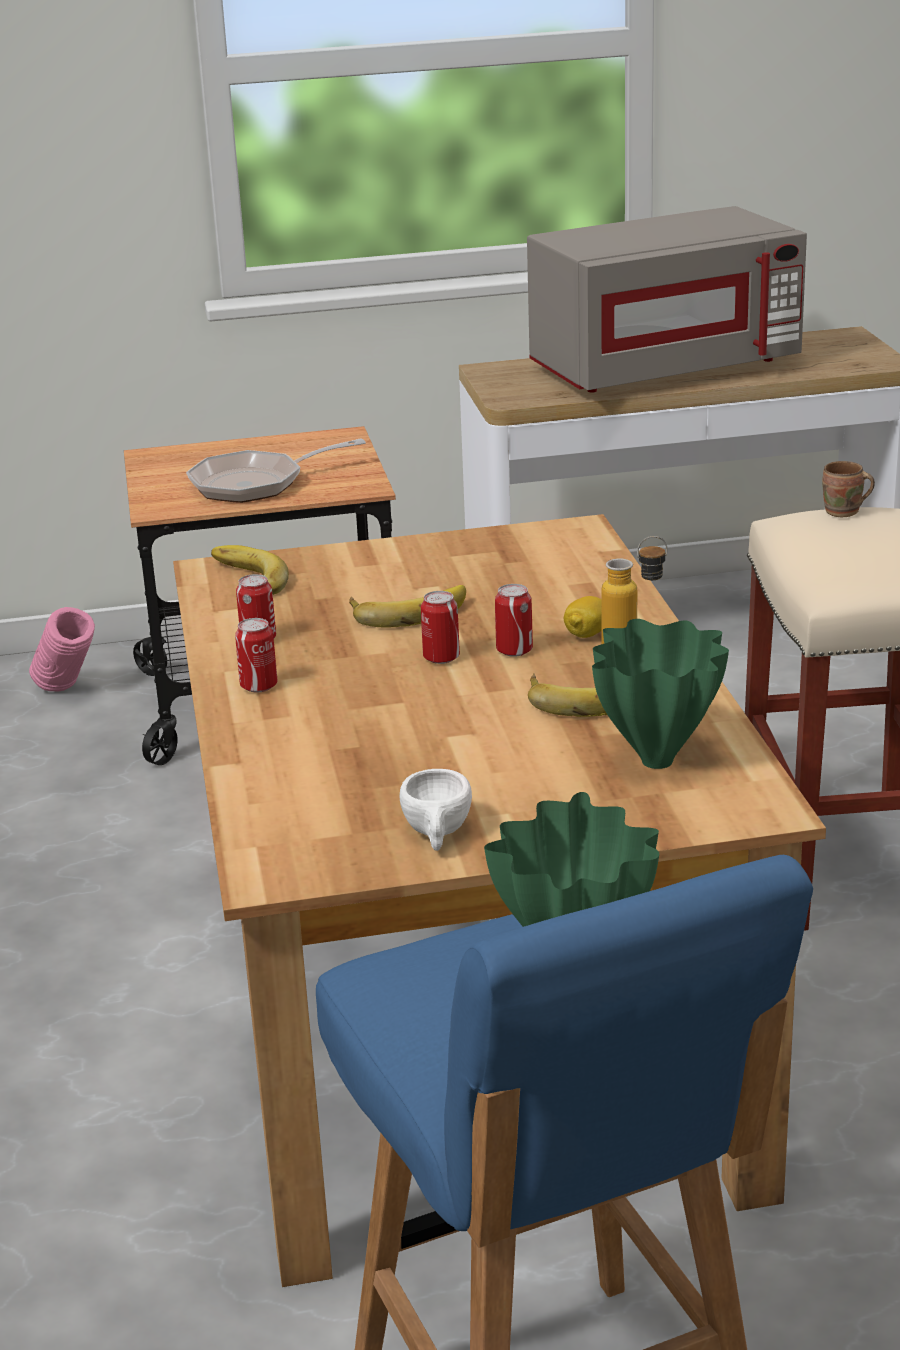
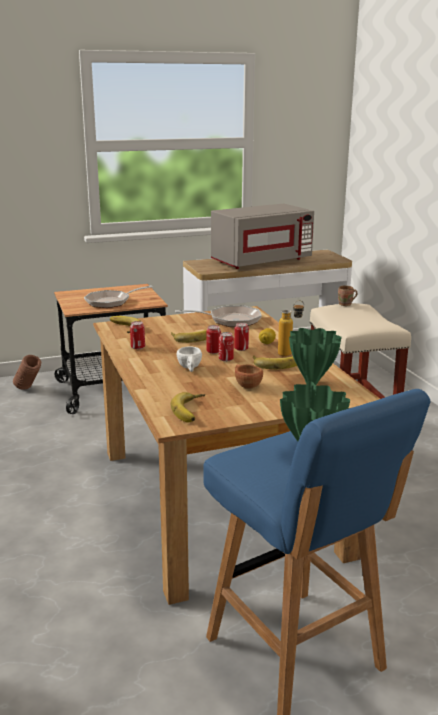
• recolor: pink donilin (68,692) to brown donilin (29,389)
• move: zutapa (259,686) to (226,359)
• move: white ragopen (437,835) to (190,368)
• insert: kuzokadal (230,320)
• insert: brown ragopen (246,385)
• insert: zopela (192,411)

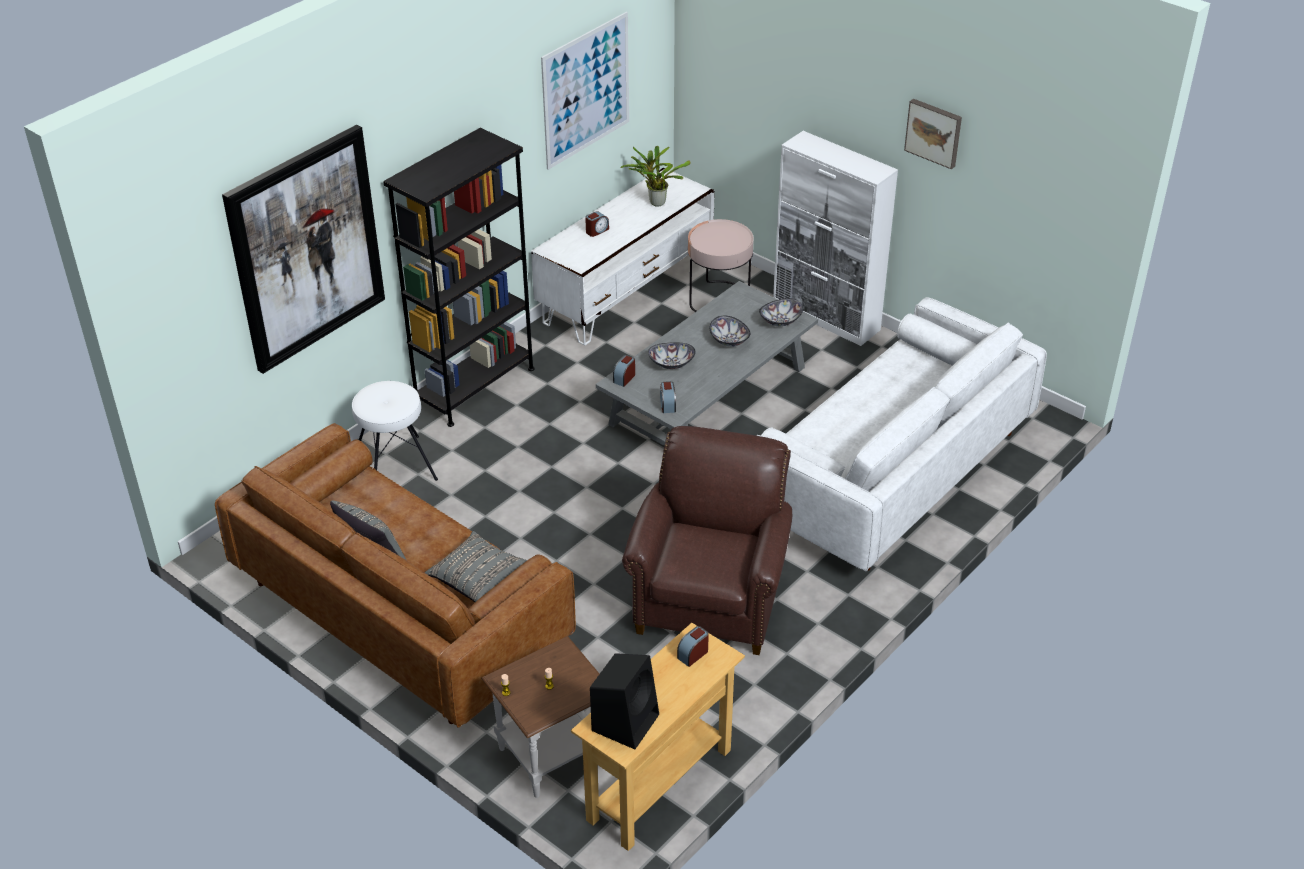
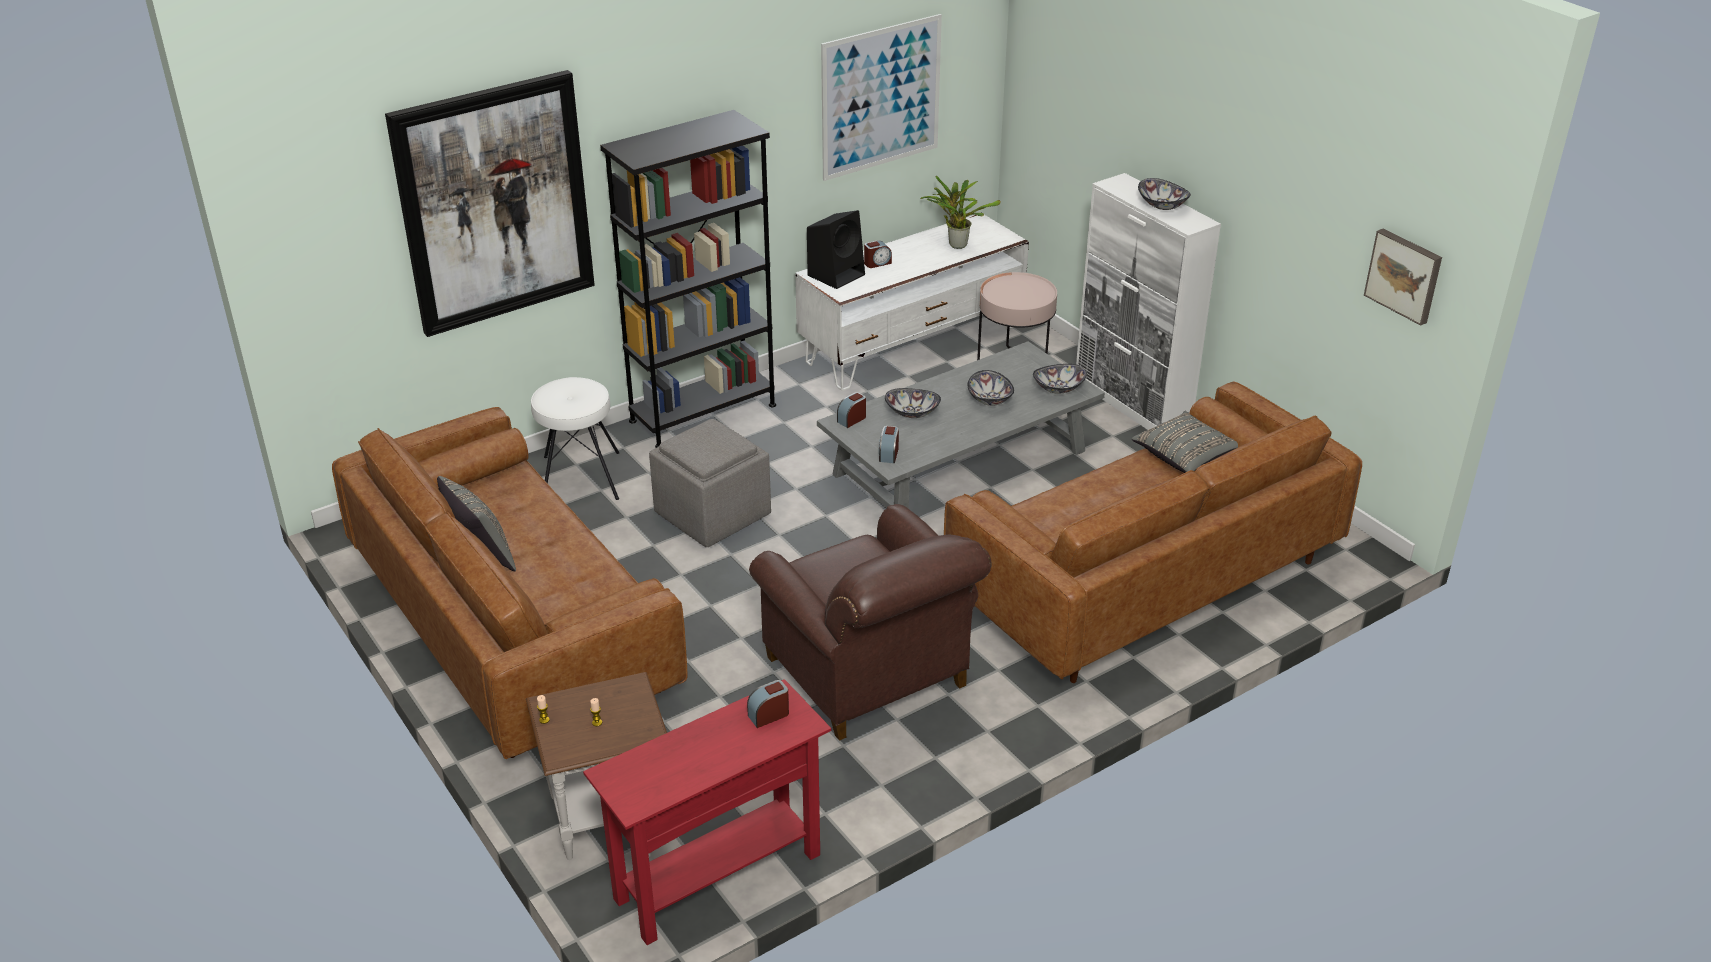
• move: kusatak (934,132) to (1404,275)
• recolor: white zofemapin (890,472) to brown zofemapin (1144,579)
• rotate: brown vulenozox (711,596) = (871,677) 120 degrees clockwise
• move: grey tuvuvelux (478,578) to (1185,456)
• recolor: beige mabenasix (659,785) to red mabenasix (718,876)
• move: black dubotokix (626,721) to (837,274)
• insert: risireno (1162,205)
• insert: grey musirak (713,514)

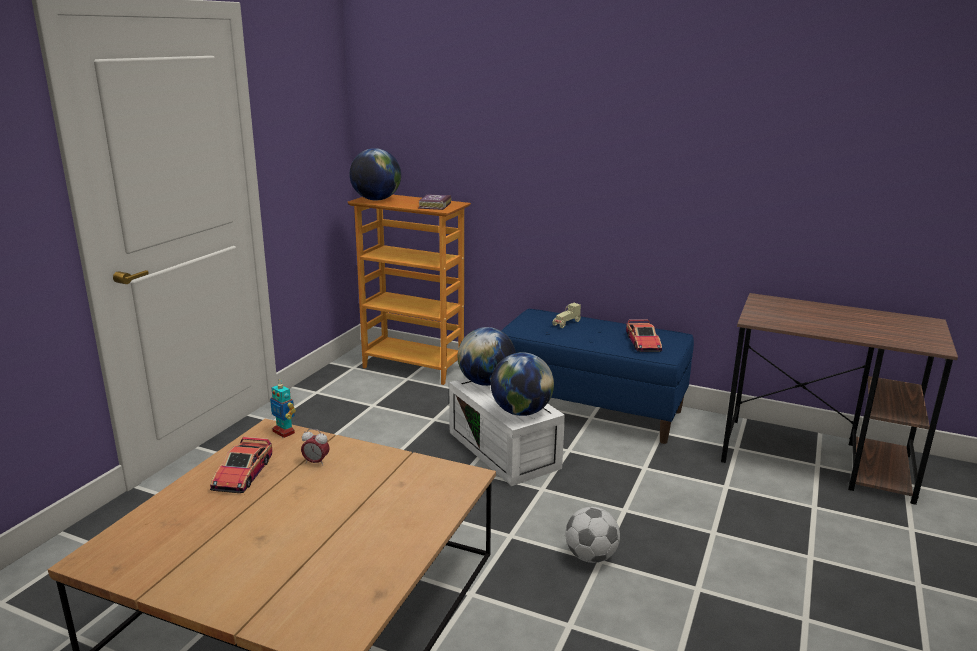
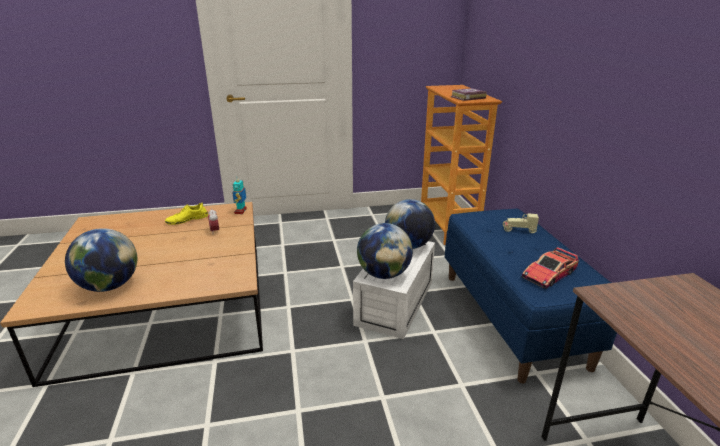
• move: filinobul (376,199) to (110,286)
• replace: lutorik (242,474) to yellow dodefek (187,219)
• delete: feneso (591,556)

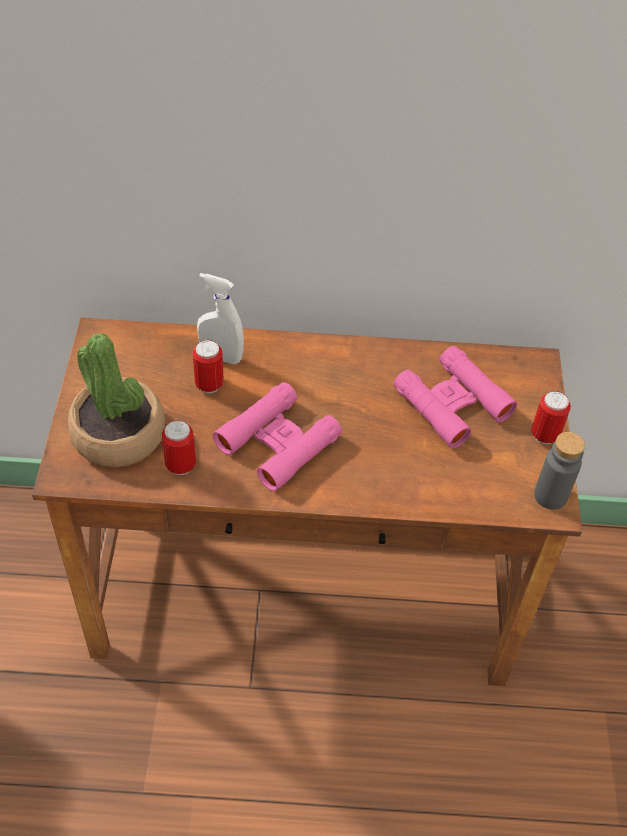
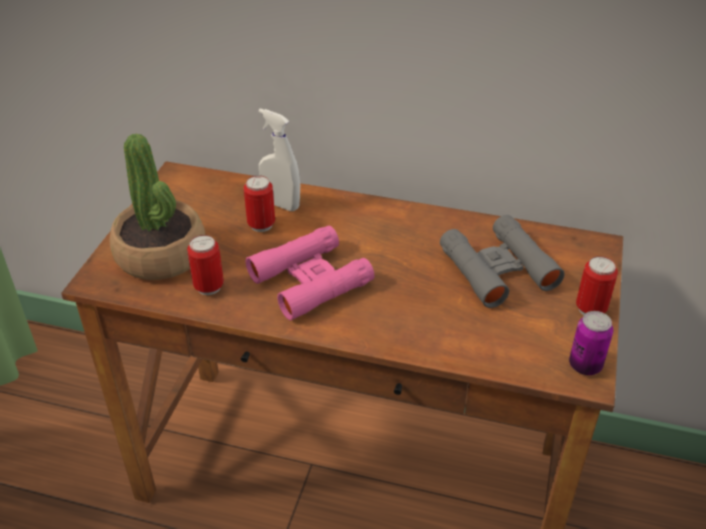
• recolor: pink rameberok (452,403) to grey rameberok (498,269)
• replace: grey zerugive (550,495) to zutapa (585,365)

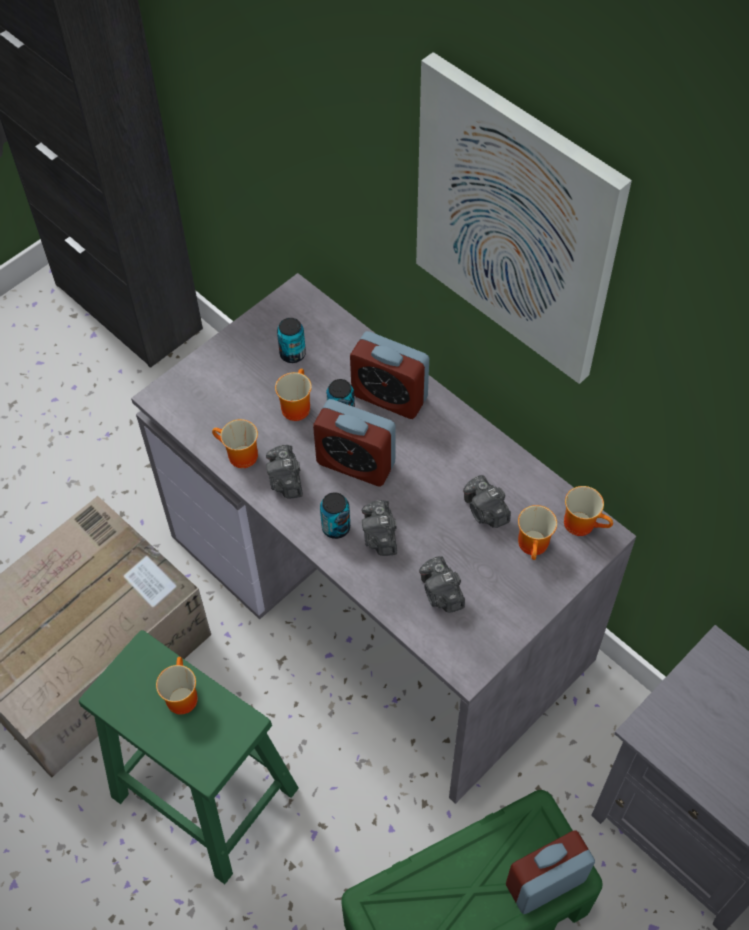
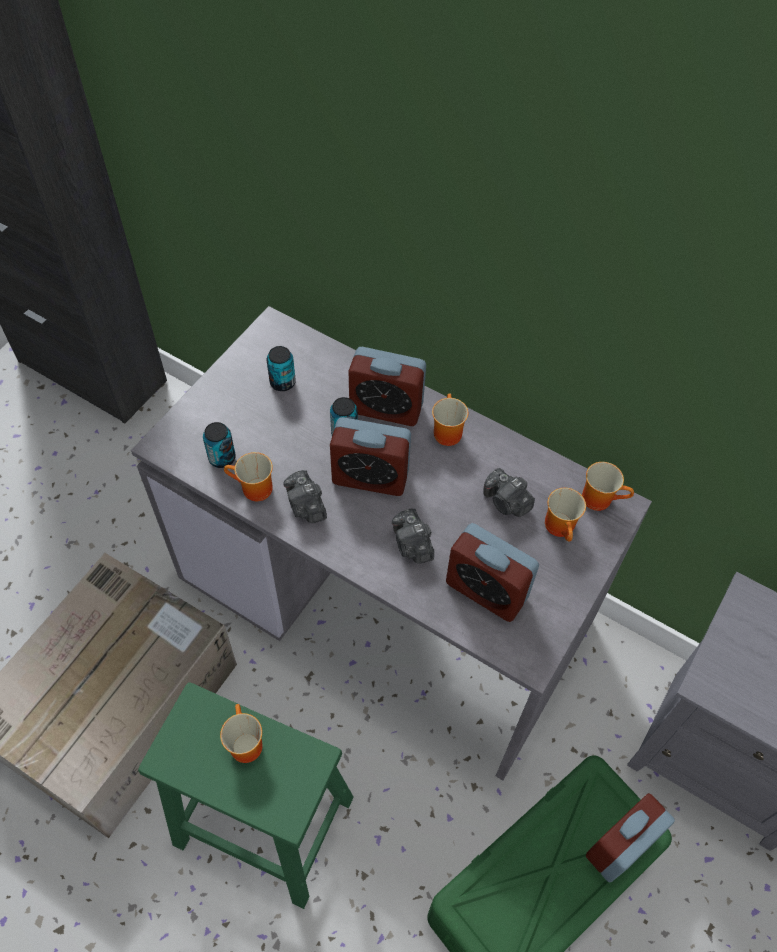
• delete: kusatak (516,222)
• move: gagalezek (294,406) to (445,431)
• move: zutapa (336,527) to (222,458)
• replace: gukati (441,593) to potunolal (486,590)

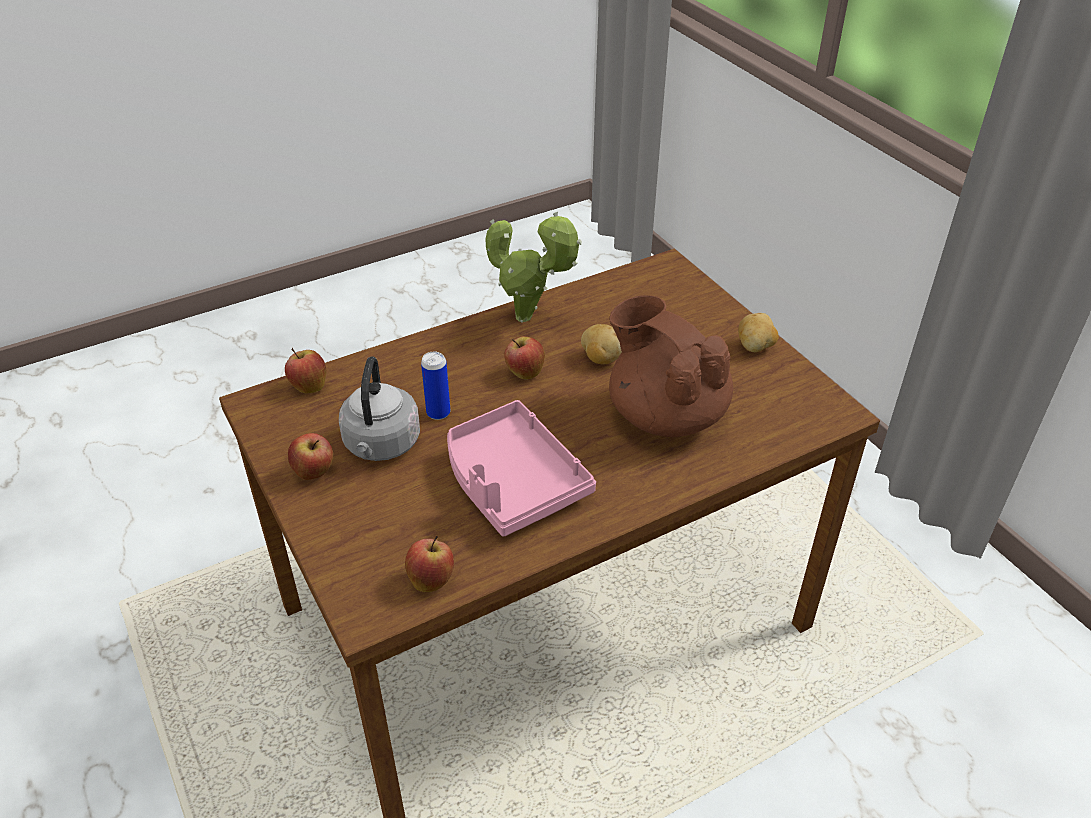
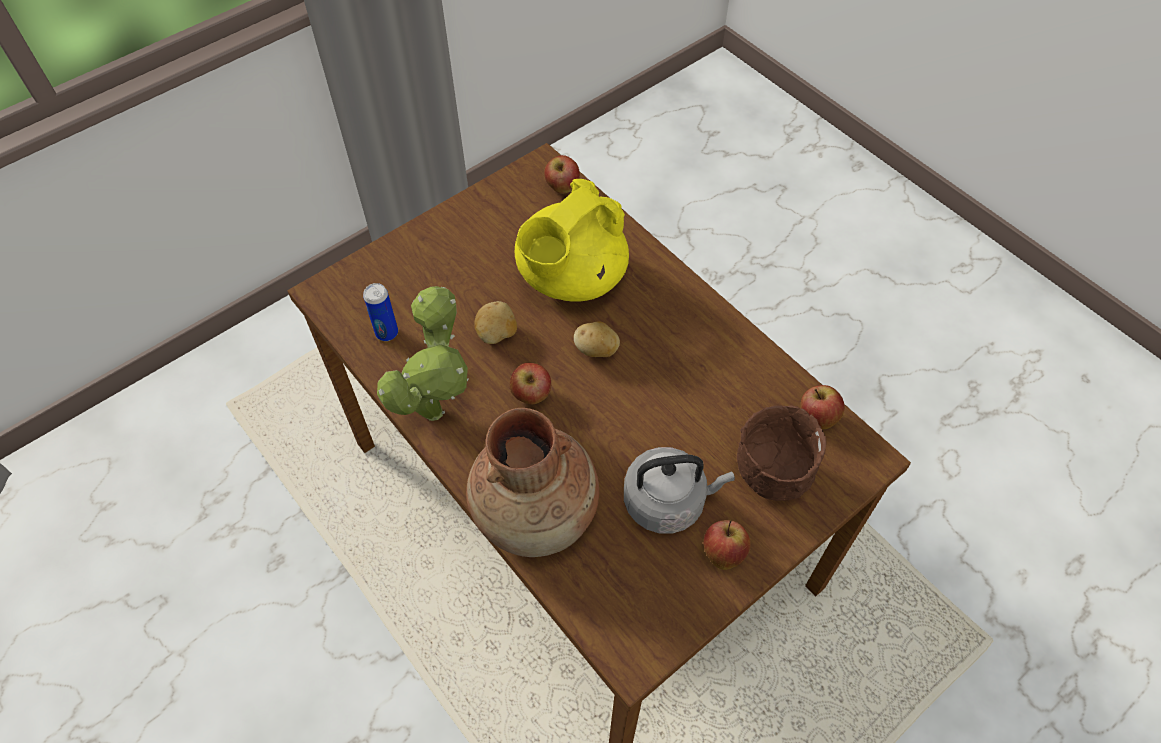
• recolor: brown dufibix (665,414) to yellow dufibix (570,278)
• move: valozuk (755,347) to (596,350)
• move: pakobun (309,386) to (562,188)
• move: zutapa (438,413) to (387,333)
• delete: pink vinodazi (512,482)
• insert: brown risireno (773,474)
• insert: brown donilin (537,514)

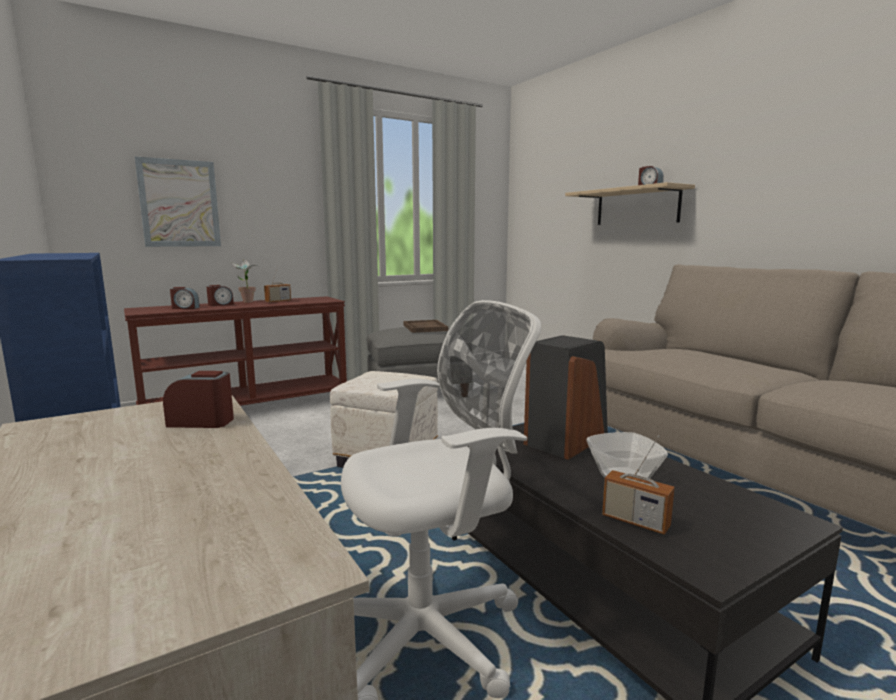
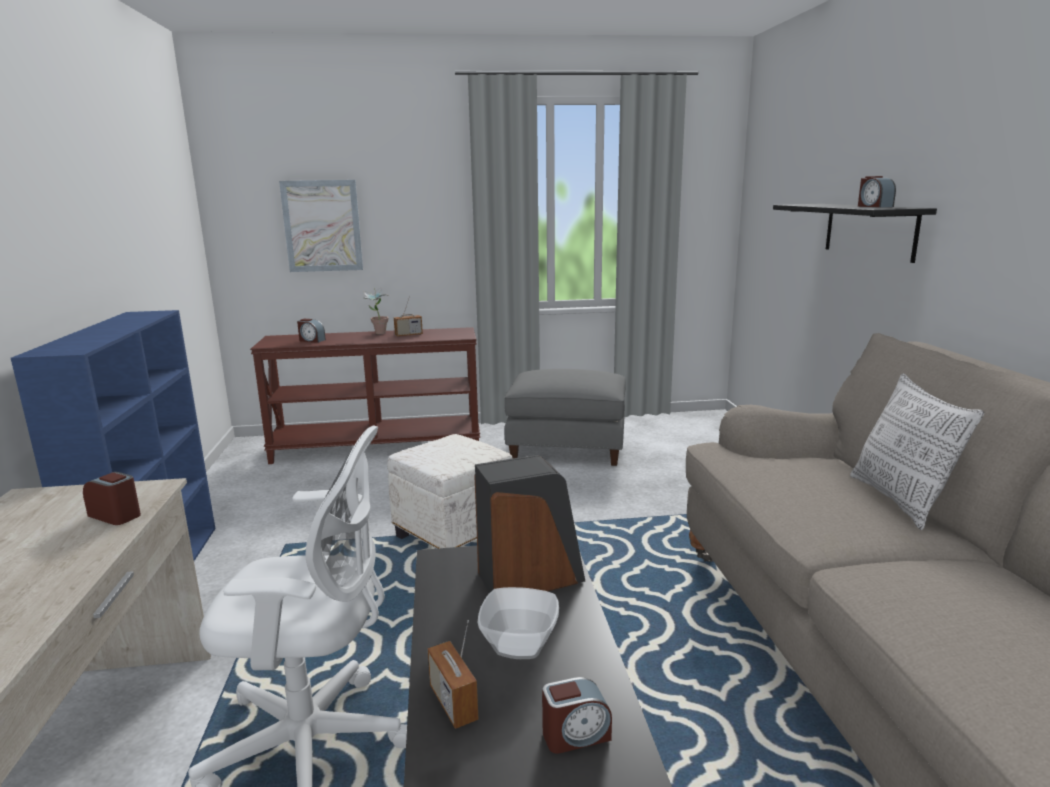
• recolor: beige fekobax (637,206) to black fekobax (869,230)
• move: potunolal (220,304) to (575,735)
• delete: brown vinodazi (425,328)
• insert: tuvuvelux (900,501)

